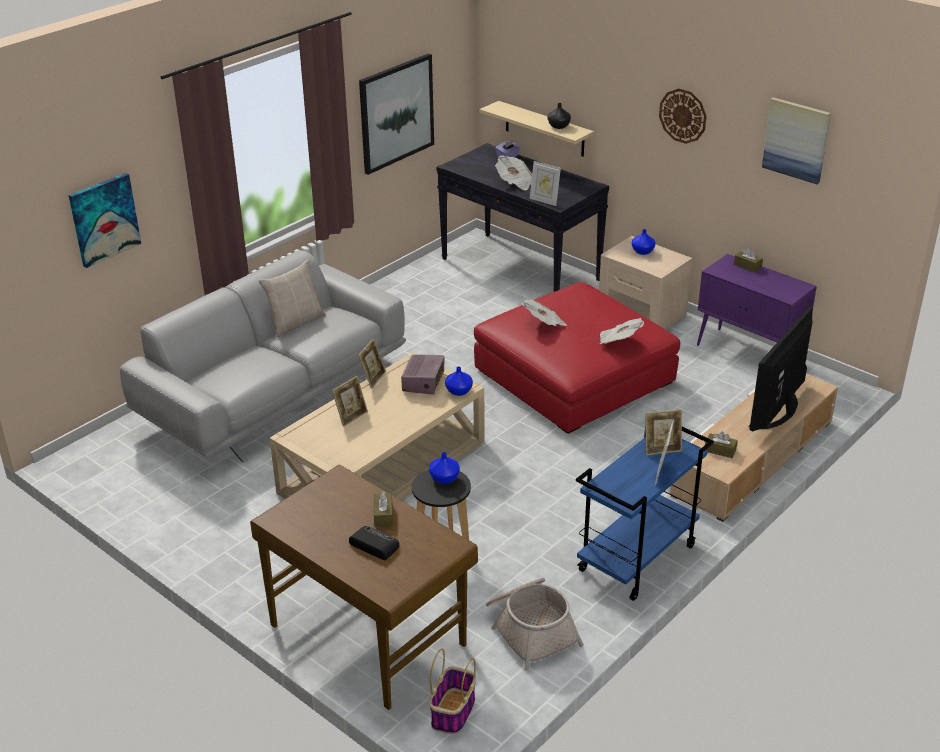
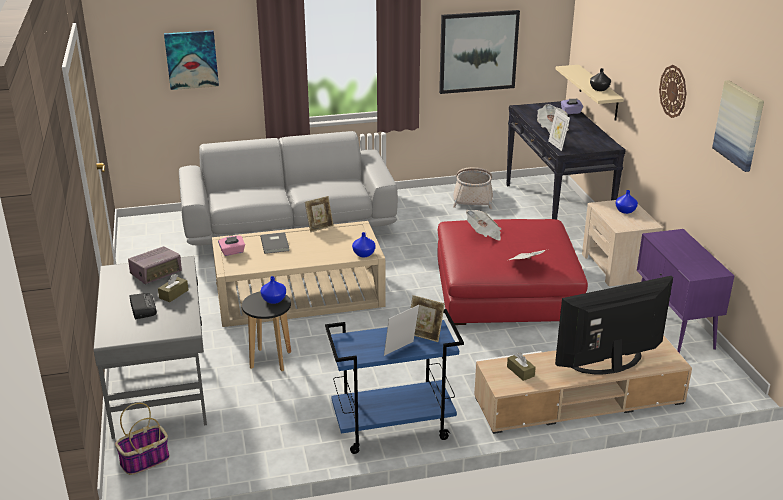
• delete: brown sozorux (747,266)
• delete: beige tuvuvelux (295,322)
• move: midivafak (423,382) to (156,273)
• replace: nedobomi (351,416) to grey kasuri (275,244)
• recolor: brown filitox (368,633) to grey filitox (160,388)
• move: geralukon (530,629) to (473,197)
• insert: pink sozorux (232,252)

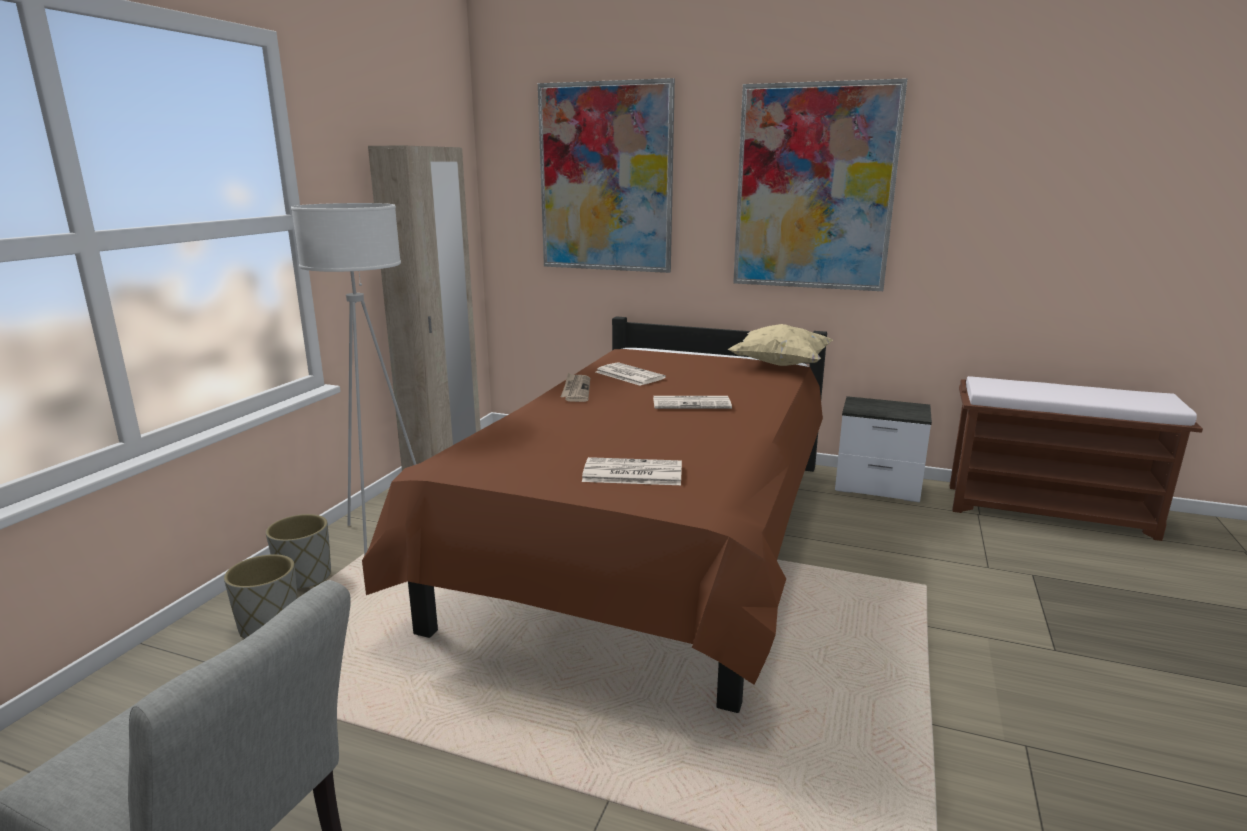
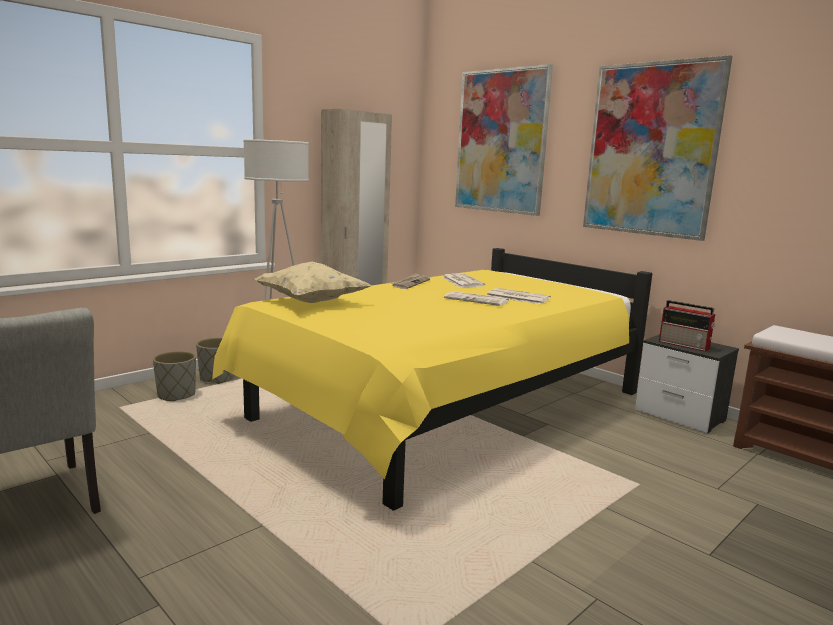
• recolor: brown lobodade (651,542) to yellow lobodade (446,408)
• move: beige tuvuvelux (780,365) to (311,302)
• move: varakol (631,473) to (517,297)
• insert: midivafak (685,345)

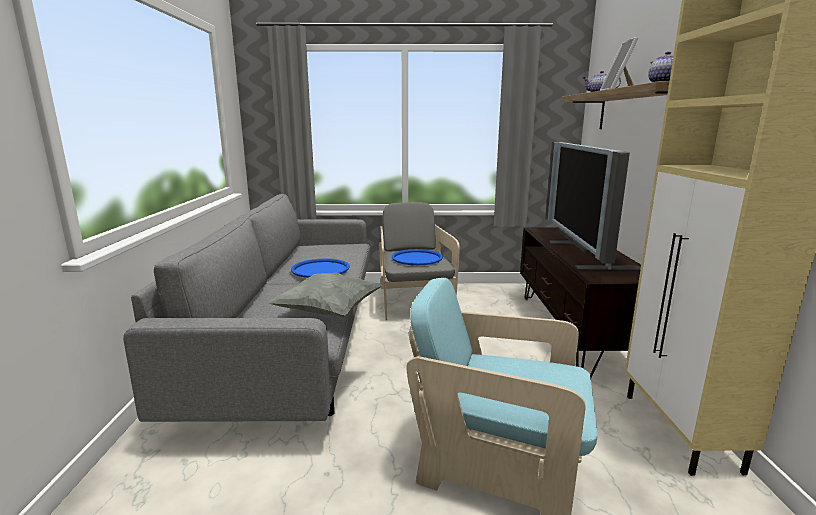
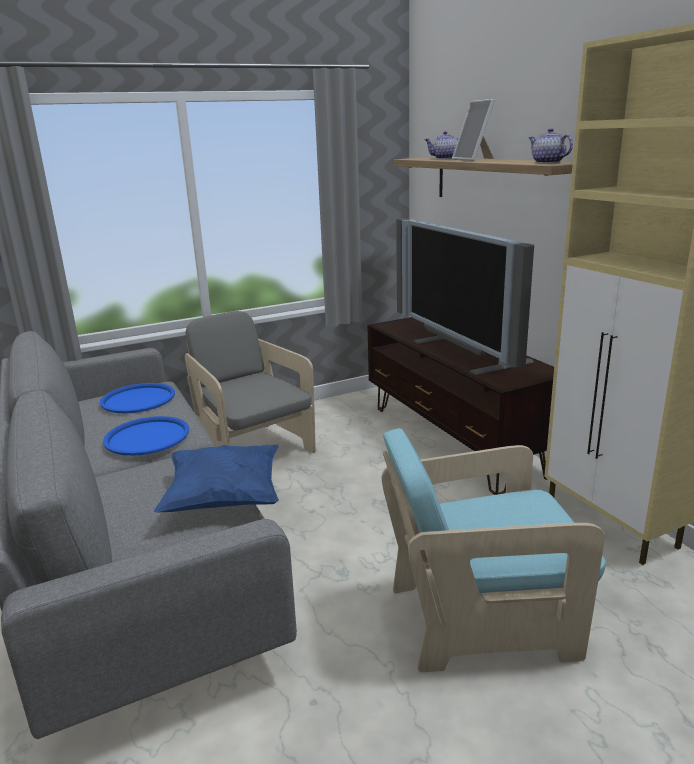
• move: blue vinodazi (417,258) to (138,399)
• recolor: grey tuvuvelux (328,311) to blue tuvuvelux (224,499)

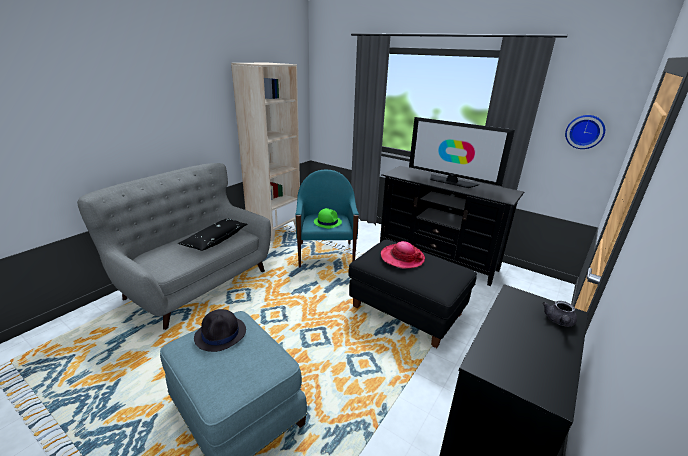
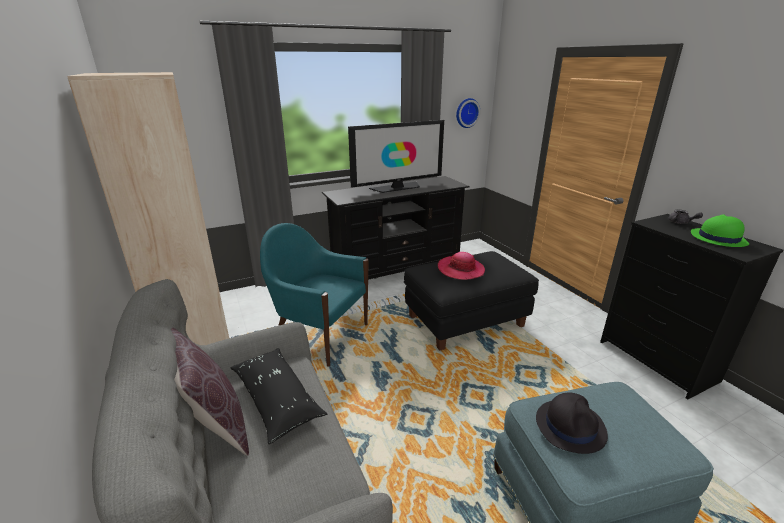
• move: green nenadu (327,222) to (718,238)
• insert: brown tuvuvelux (214,423)

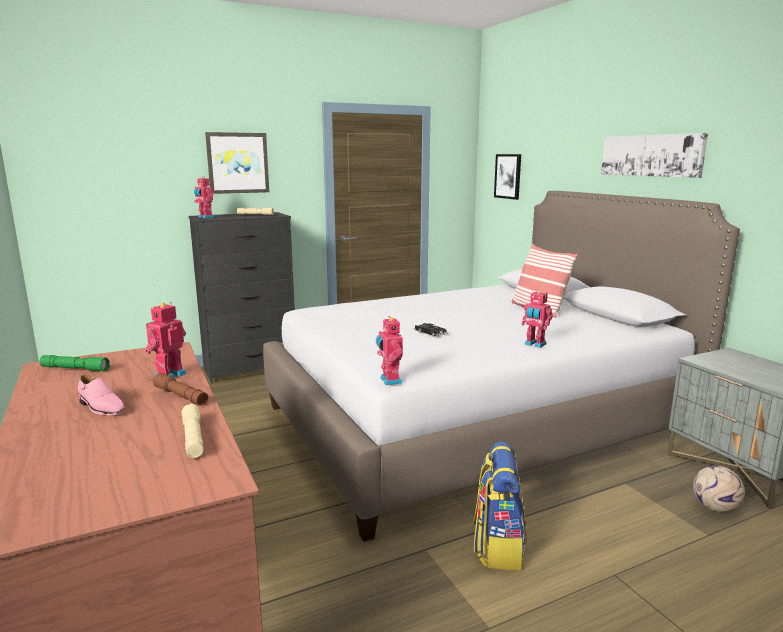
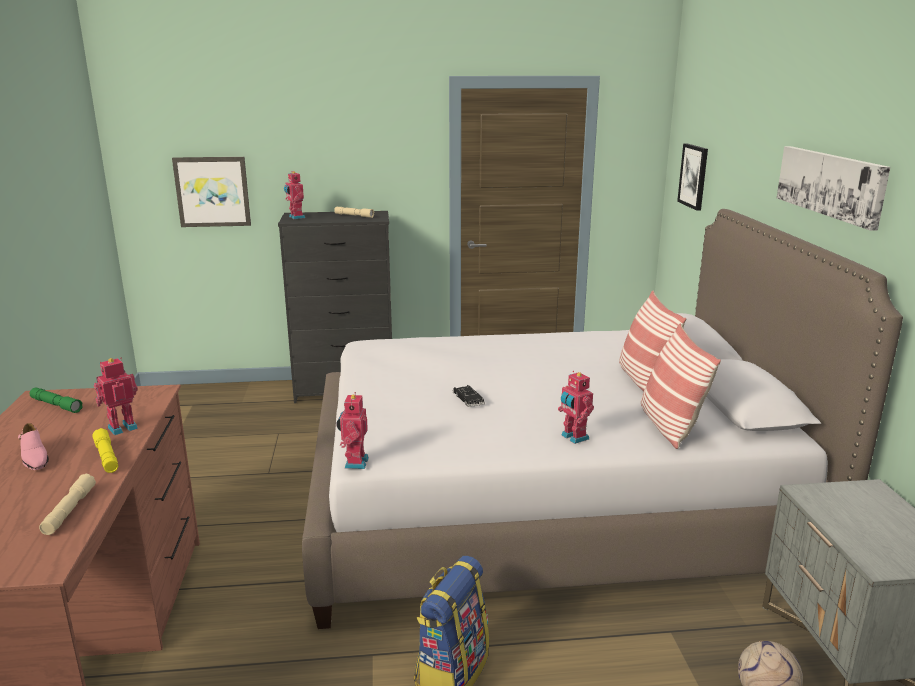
• move: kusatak (238,163) to (212,191)
• recolor: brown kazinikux (181,396) to yellow kazinikux (106,457)
• insert: tuvuvelux (669,425)

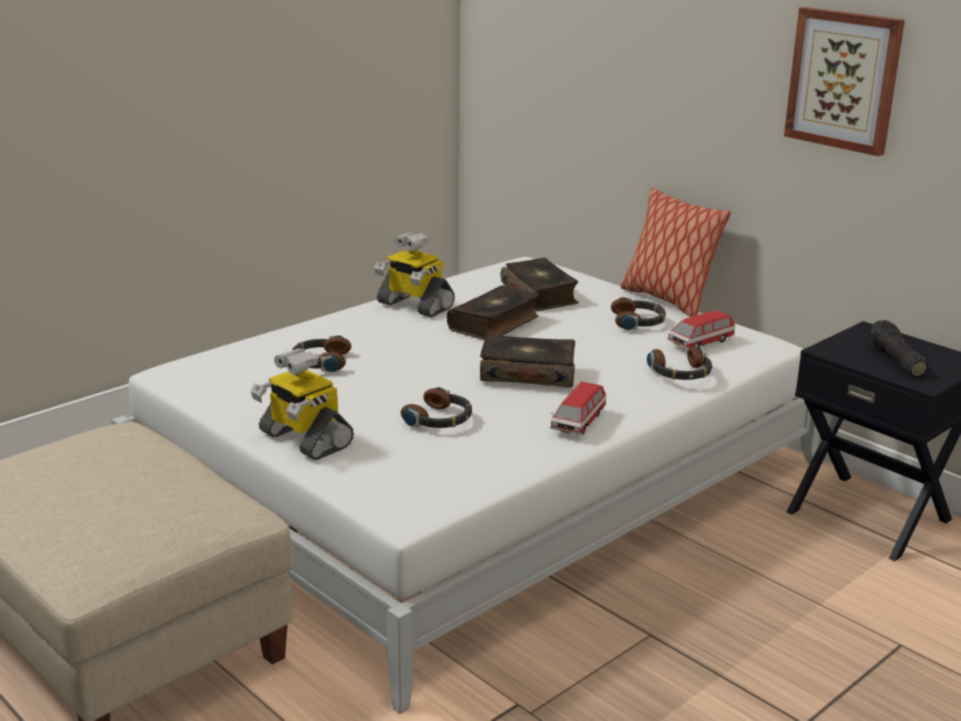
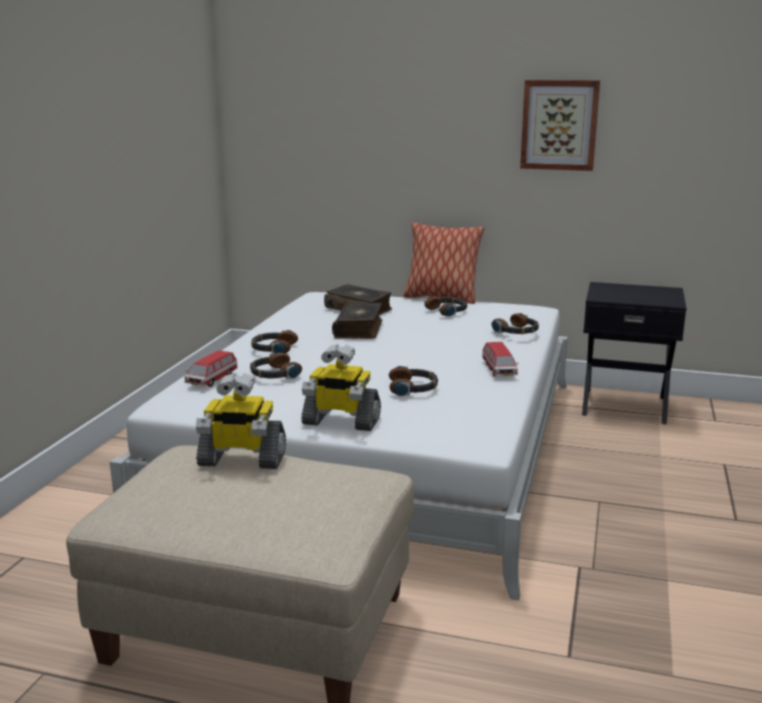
• move: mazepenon (414,305) to (241,459)
• move: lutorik (700,342) to (212,380)
• delete: kazinikux (895,360)
• delete: kasuri (527,373)
• insert: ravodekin (273,348)

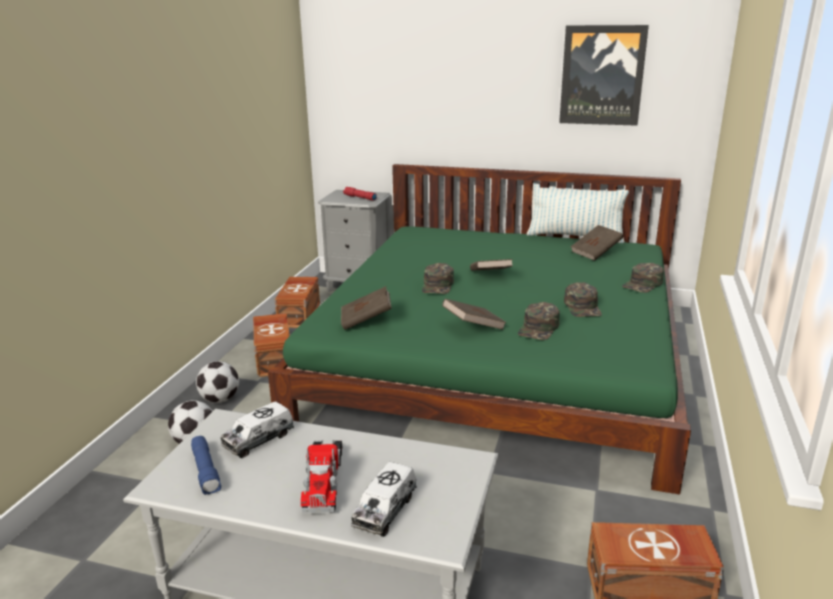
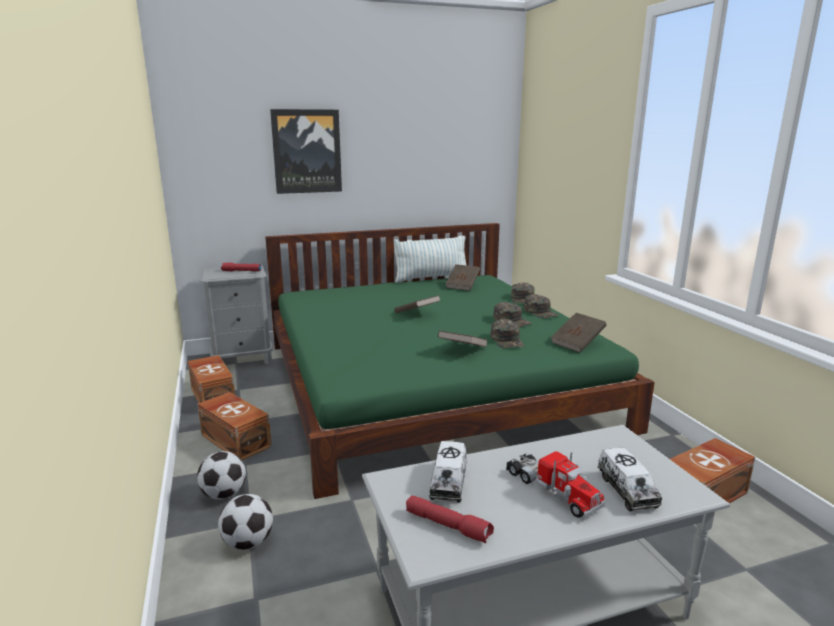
• move: kusatak (602,75) to (307,151)
• move: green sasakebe (438,285) to (540,312)
• move: brown kasuri (366,320) to (577,343)
• recolor: blue kazinikux (206,471) to red kazinikux (449,525)

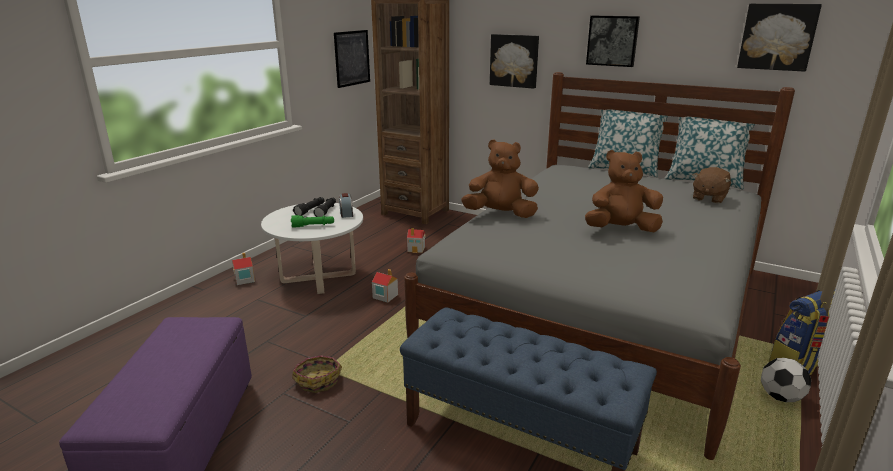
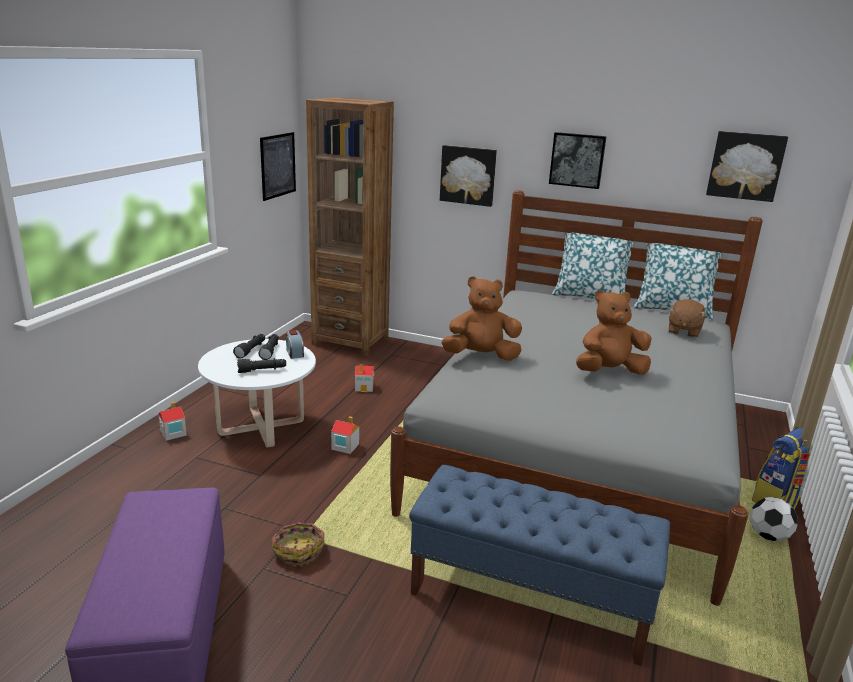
• recolor: green kazinikux (313,226) to black kazinikux (262,370)

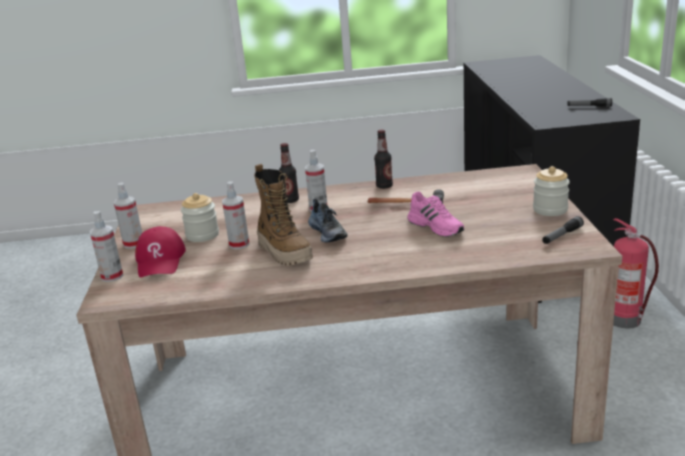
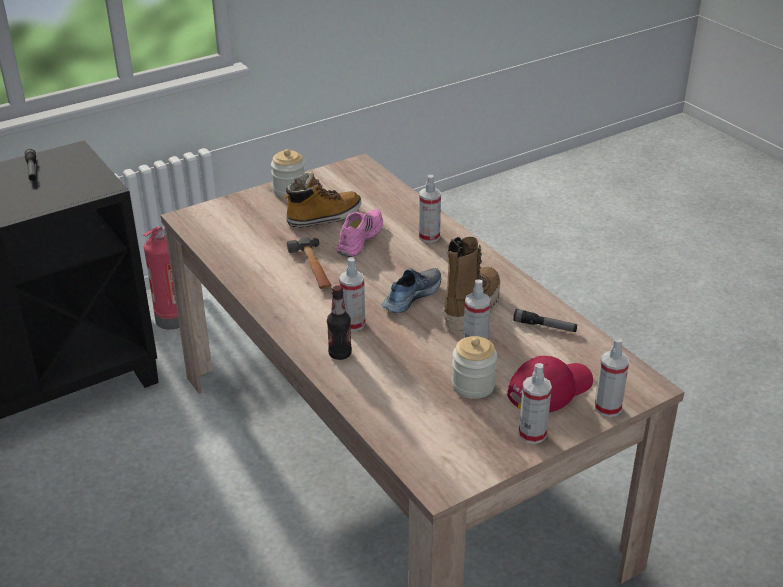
• delete: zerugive (384,186)
• move: kazinikux (562,236) to (544,326)
• insert: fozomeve (324,217)
• insert: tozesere (429,236)

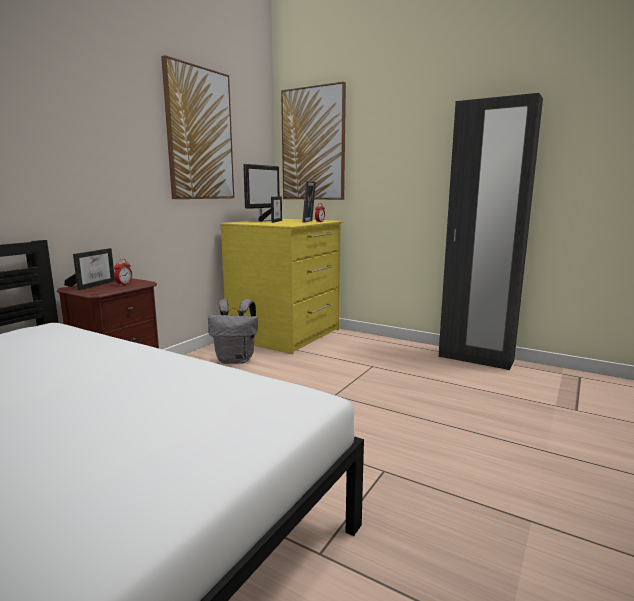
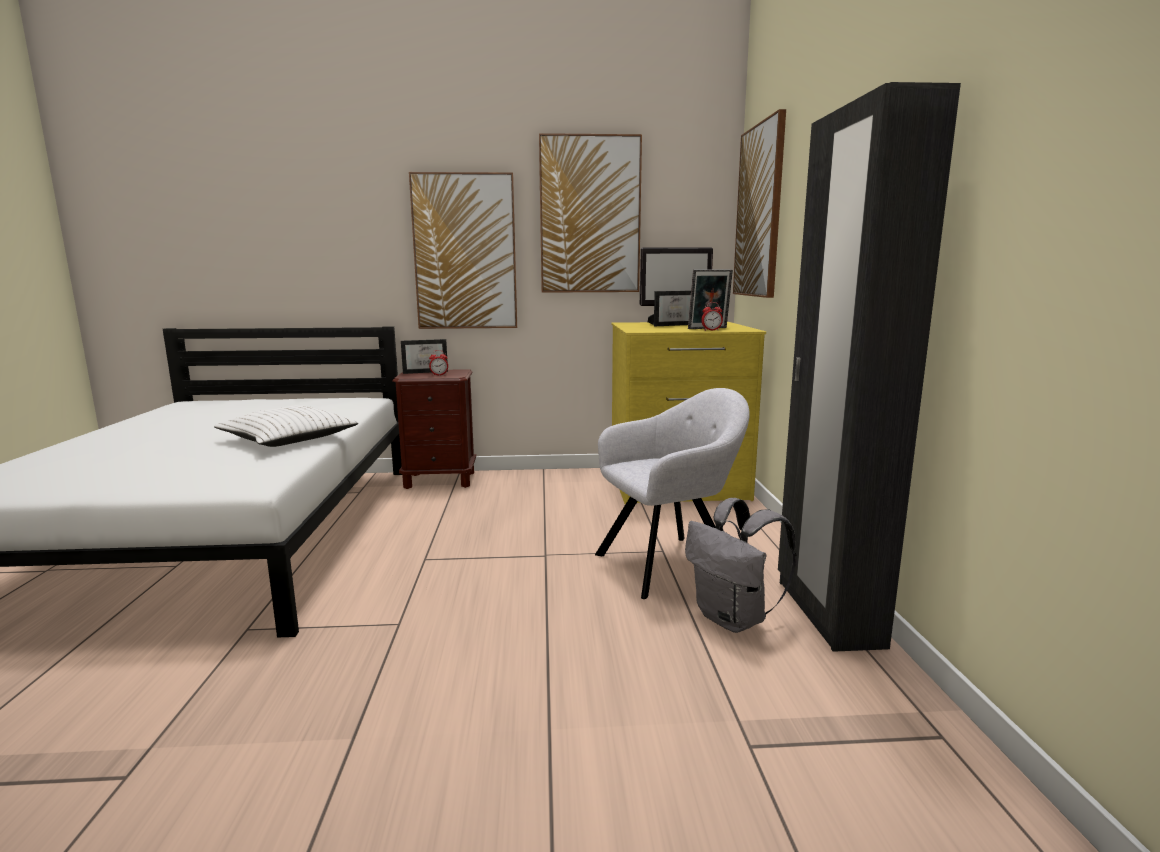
• move: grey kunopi (236,360) to (734,619)
• insert: kusatak (465,252)
• insert: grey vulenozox (670,563)
• insert: white tuvuvelux (289,439)

